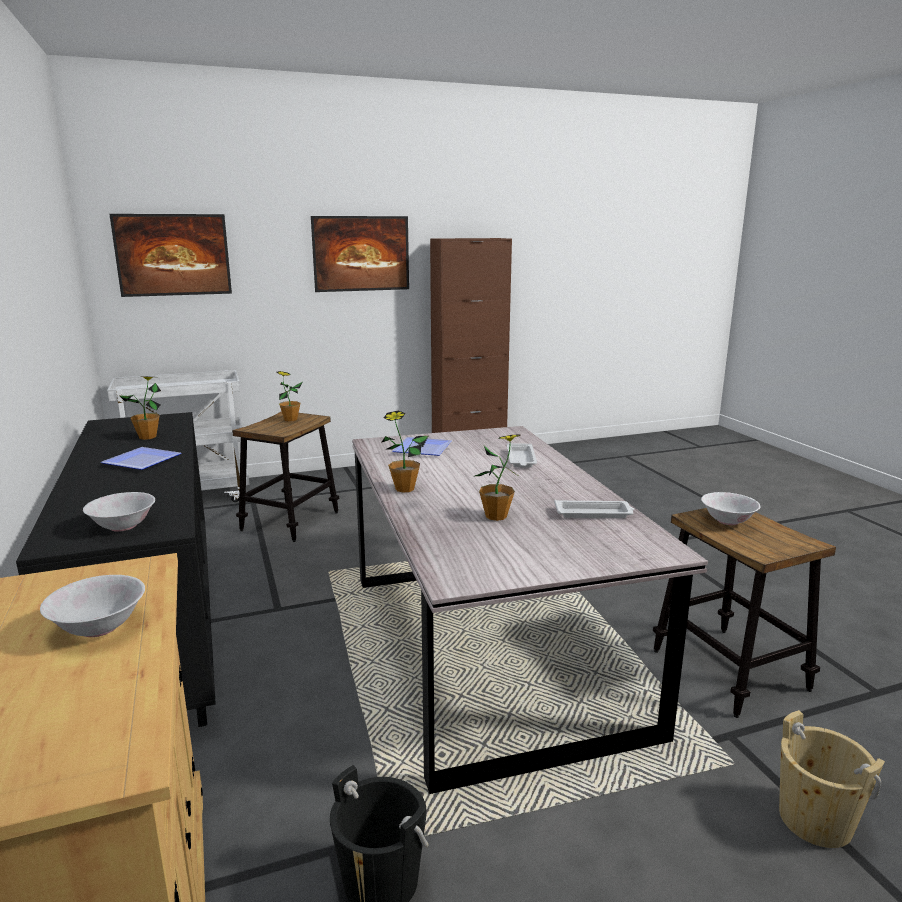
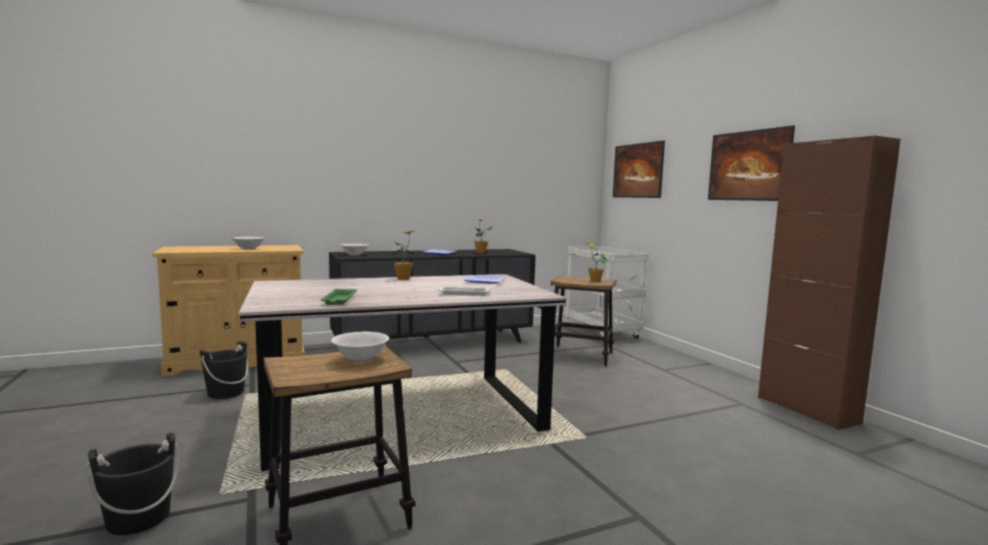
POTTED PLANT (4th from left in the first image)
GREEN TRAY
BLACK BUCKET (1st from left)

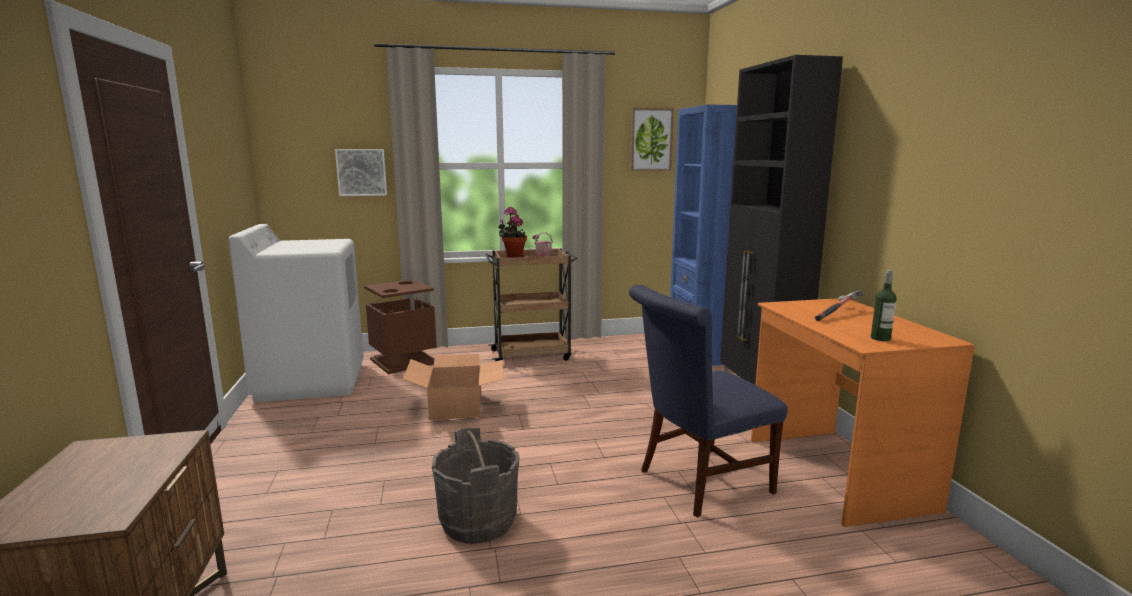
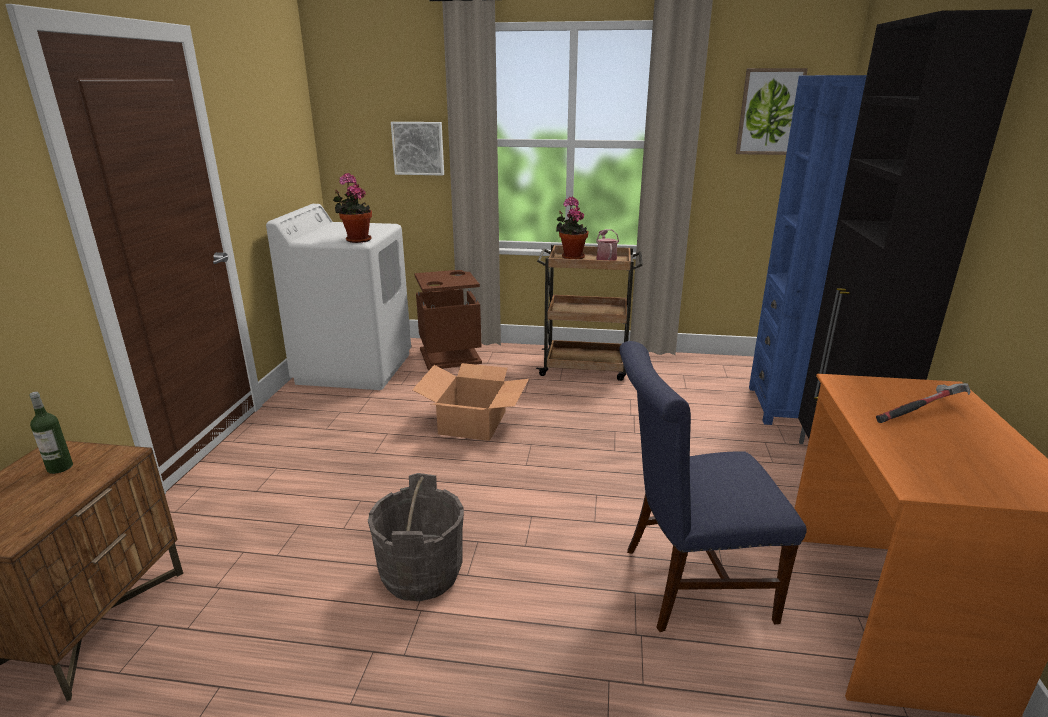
BOTTLE
POTTED PLANT (1st from left)

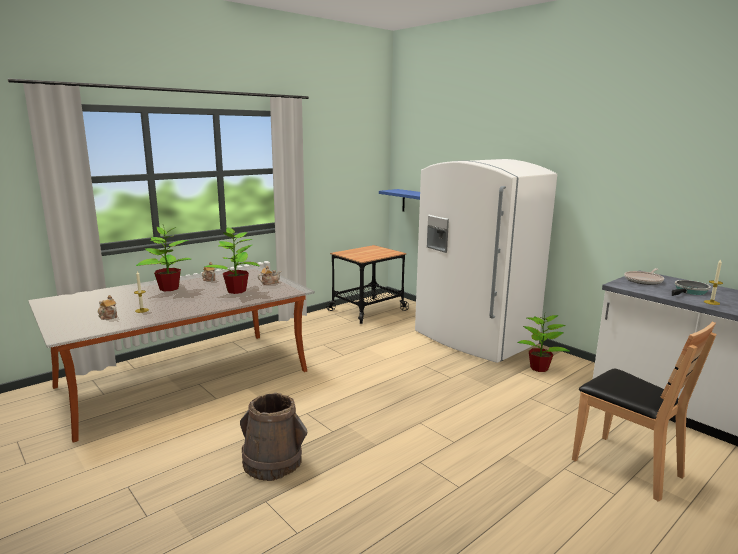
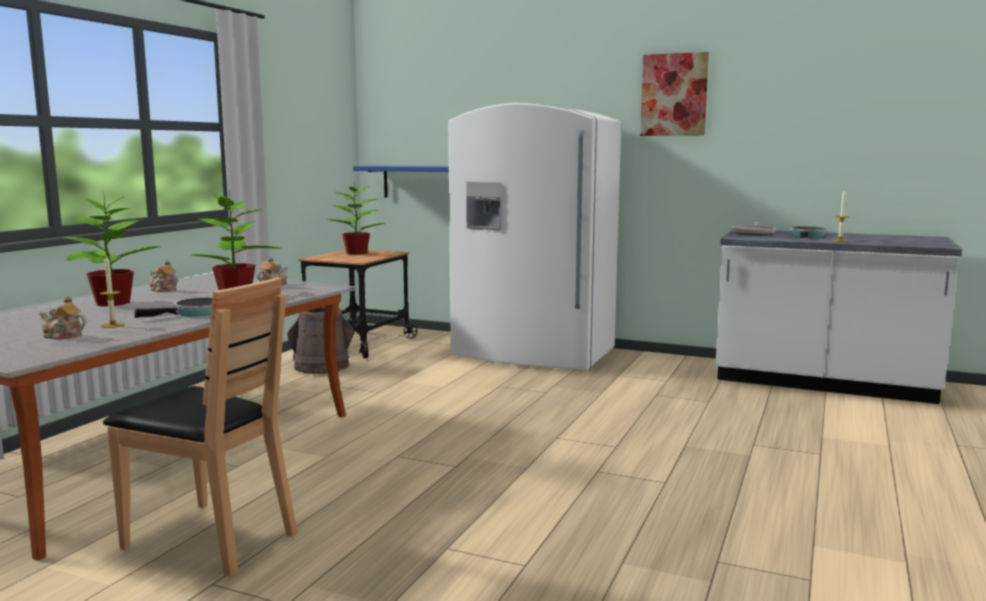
BROWN BUCKET
POTTED PLANT (3rd from left)
BROWN CHAIR
FRYING PAN (1st from left)
PICTURE

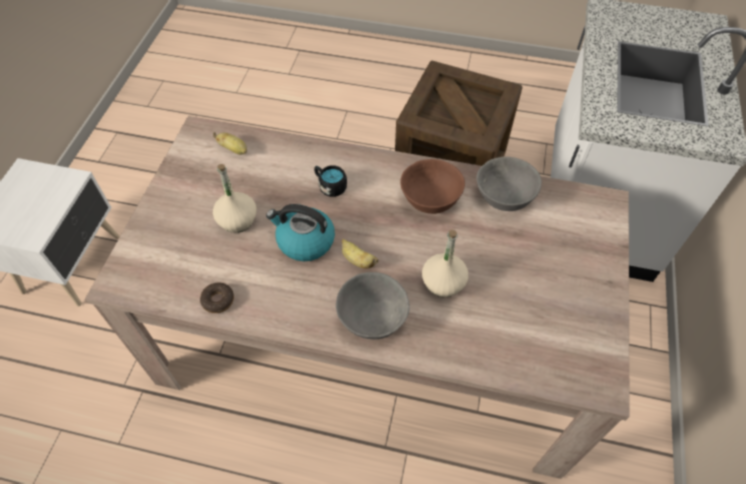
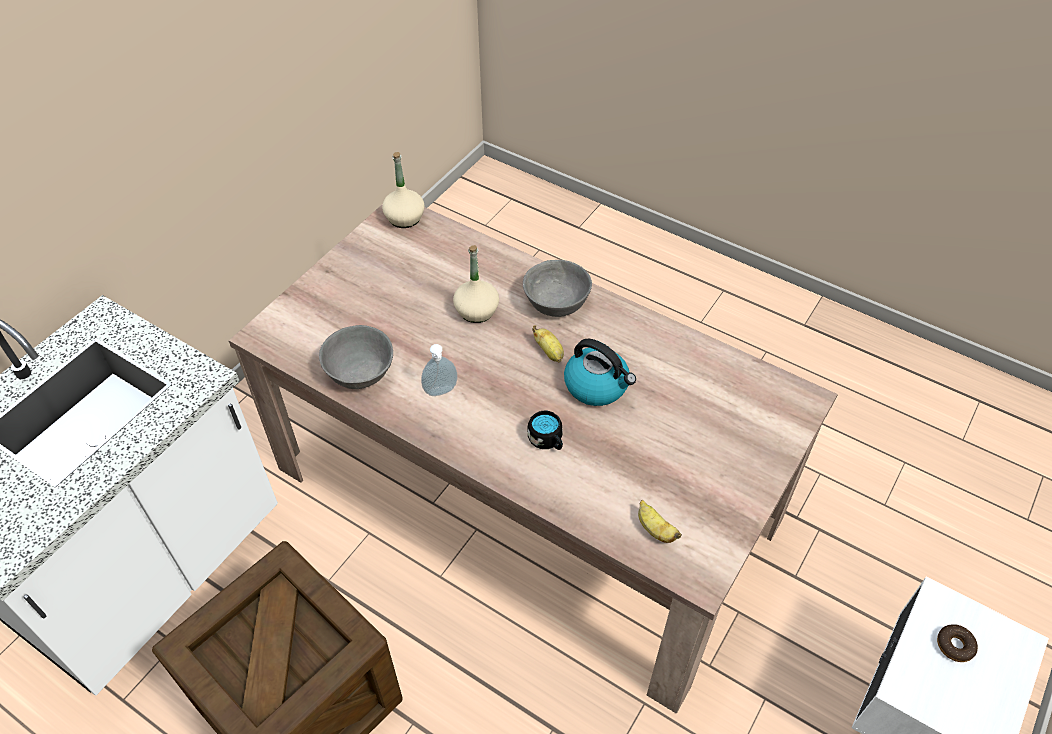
DONUT
BEIGE BOTTLE (1st from left)
SOAP DISPENSER

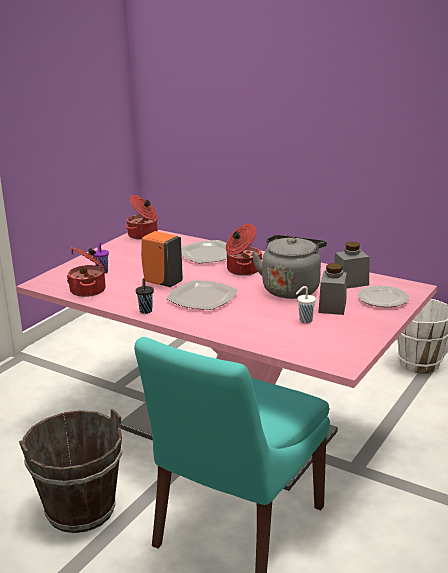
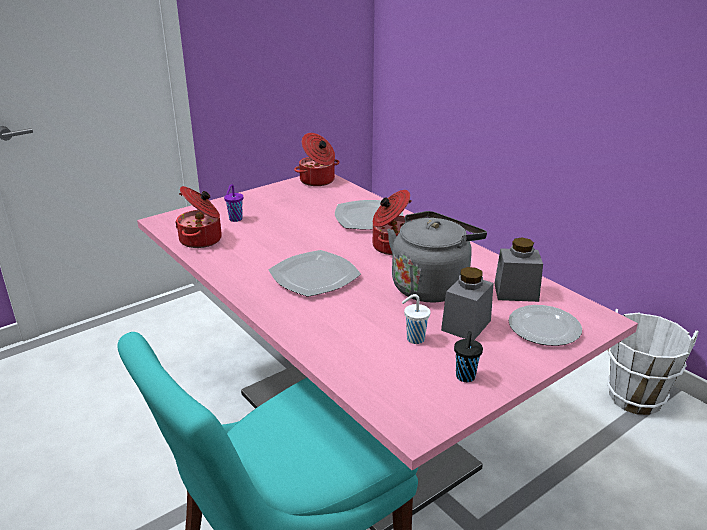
BROWN BUCKET
BLACK CUP
ORANGE SOAP DISPENSER

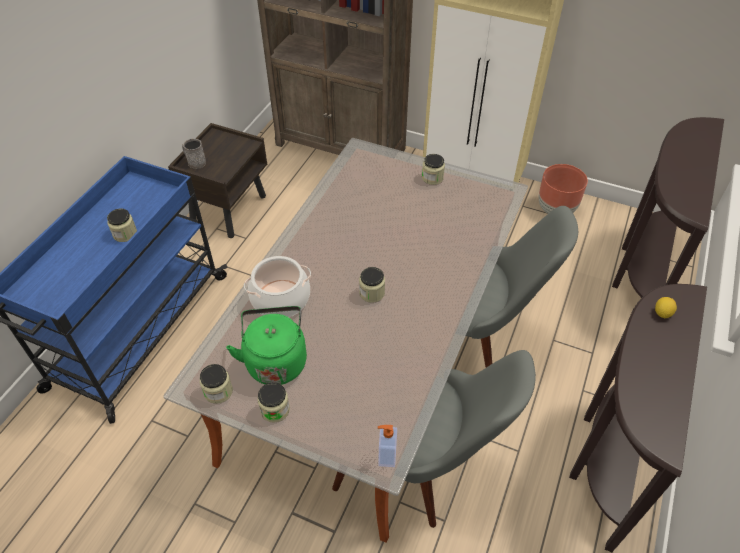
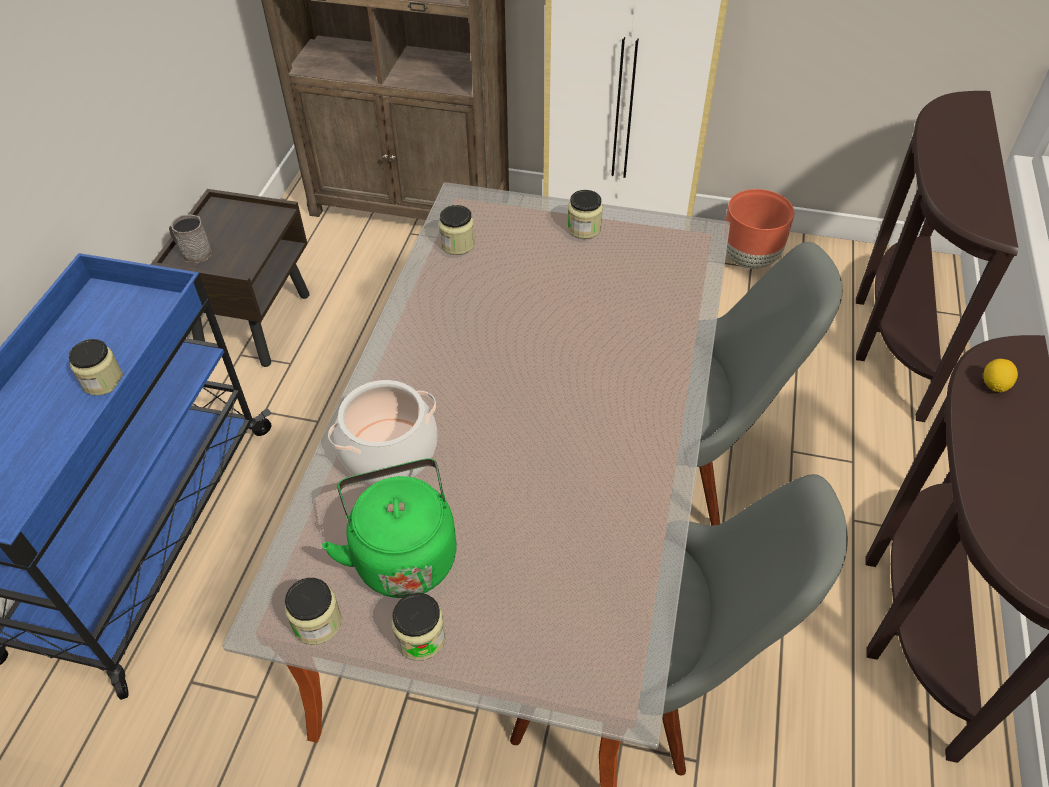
JAR (4th from left)
SOAP DISPENSER

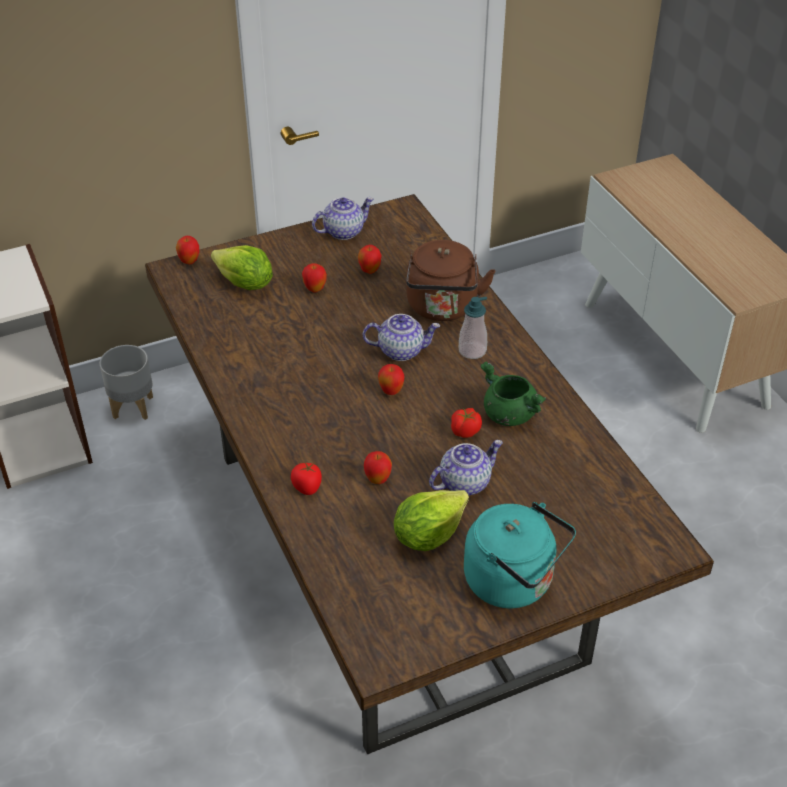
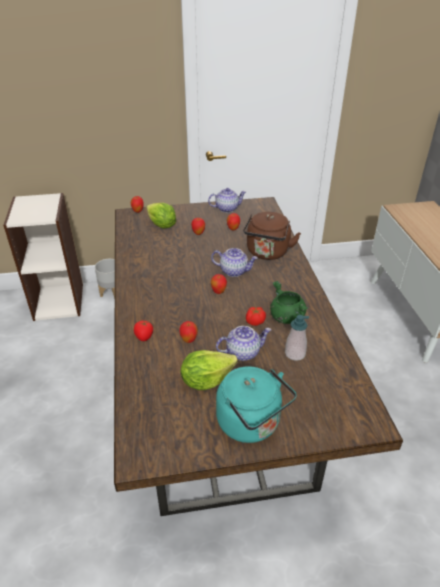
SOAP DISPENSER

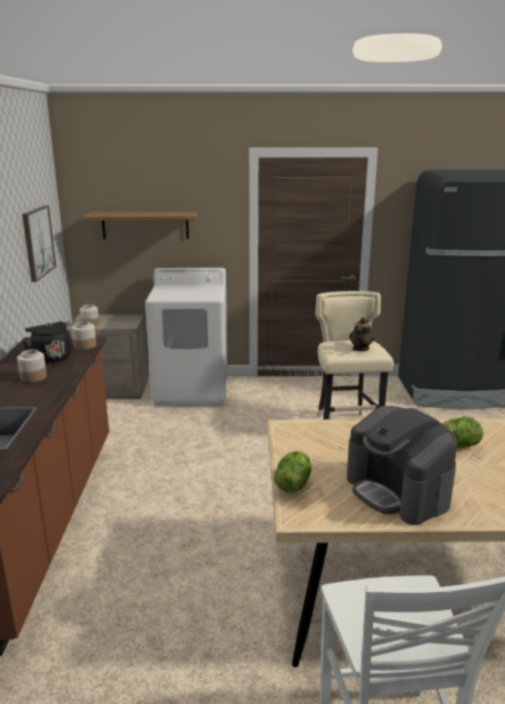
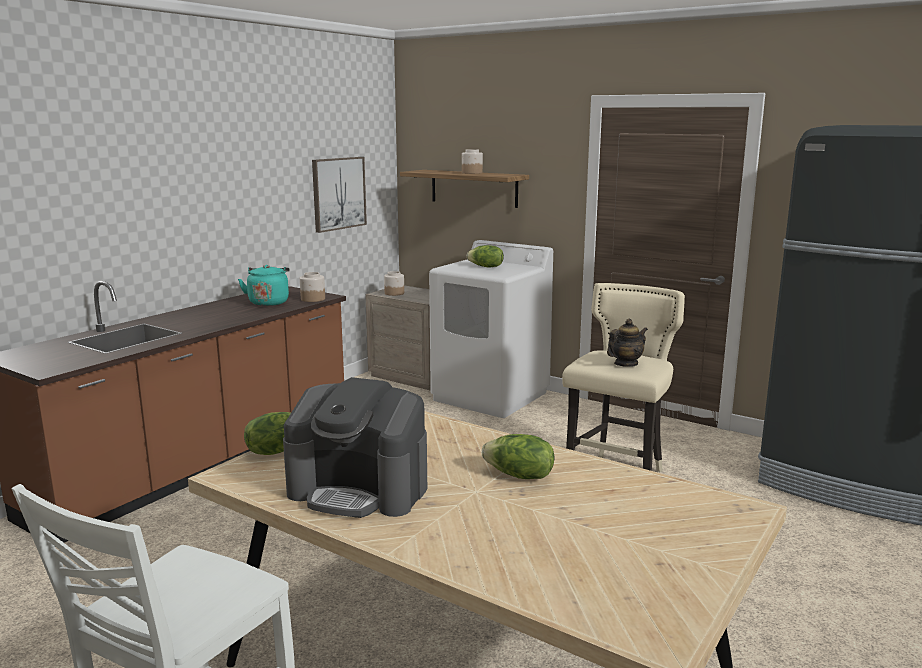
JAR (3rd from left)
TURQUOISE KETTLE
COFFEE MACHINE
LETTUCE (2nd from left)

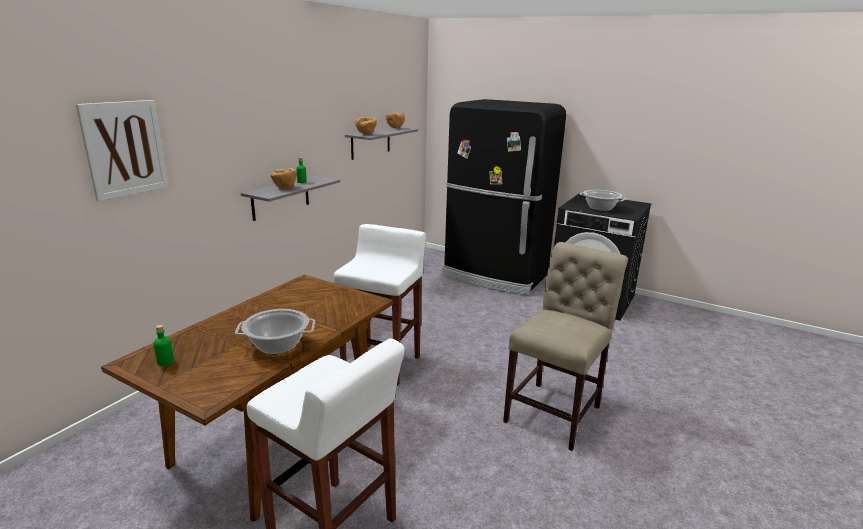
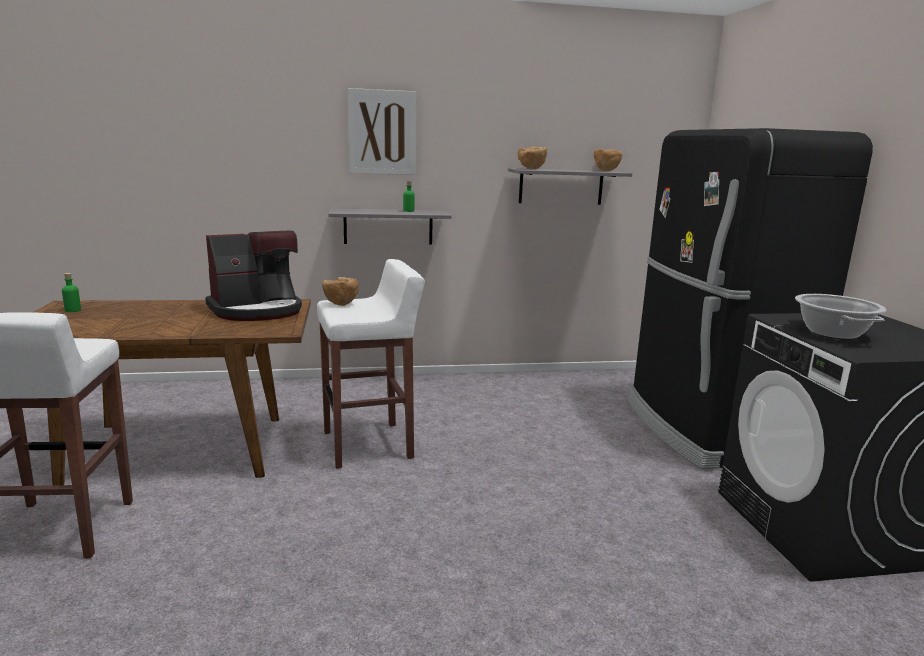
PICTURE
COOKING POT (1st from left in the first image)
BROWN BOWL (1st from left)
BEIGE CHAIR
COFFEE MACHINE

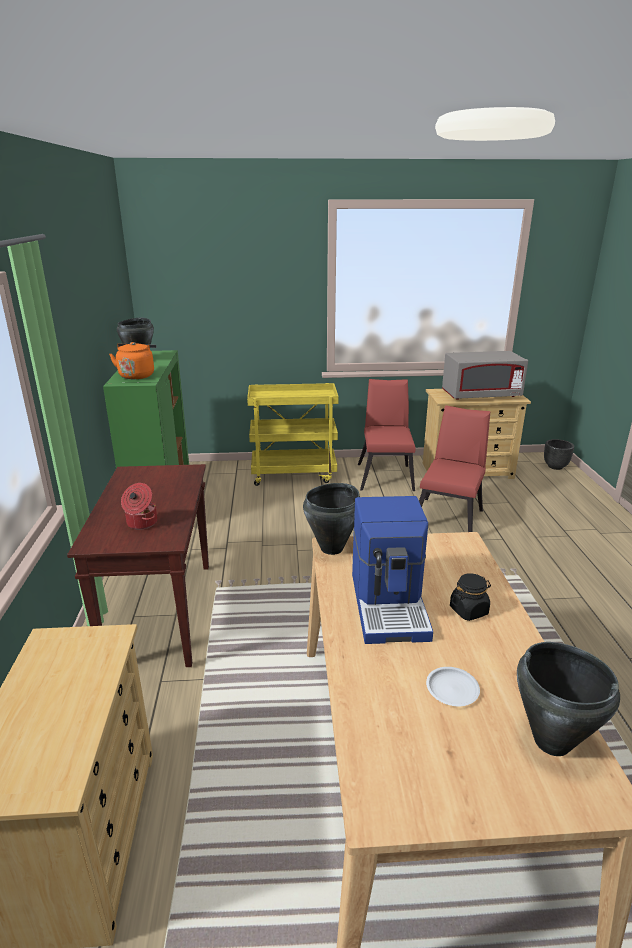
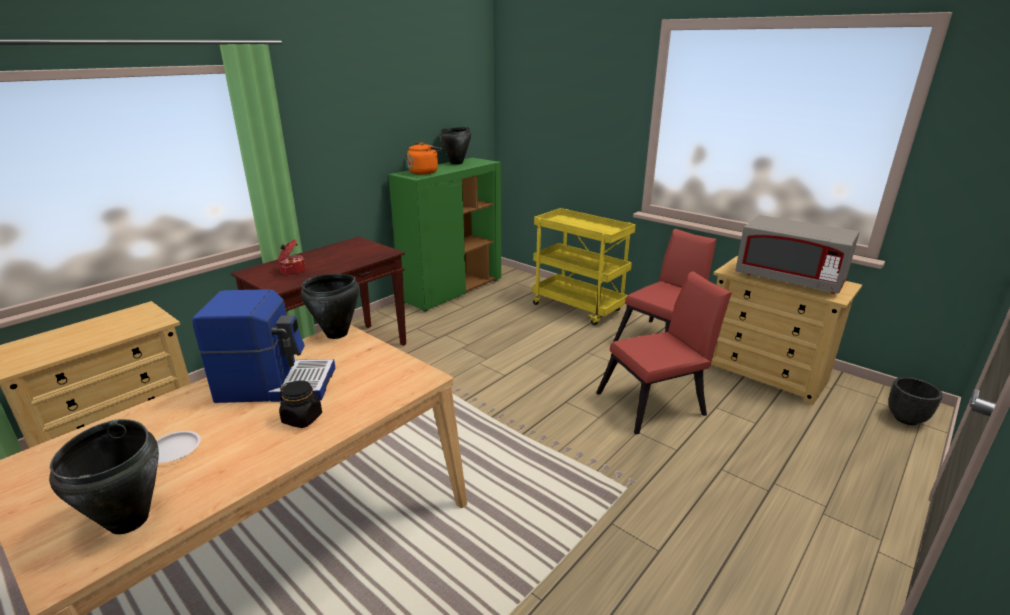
COFFEE MACHINE

